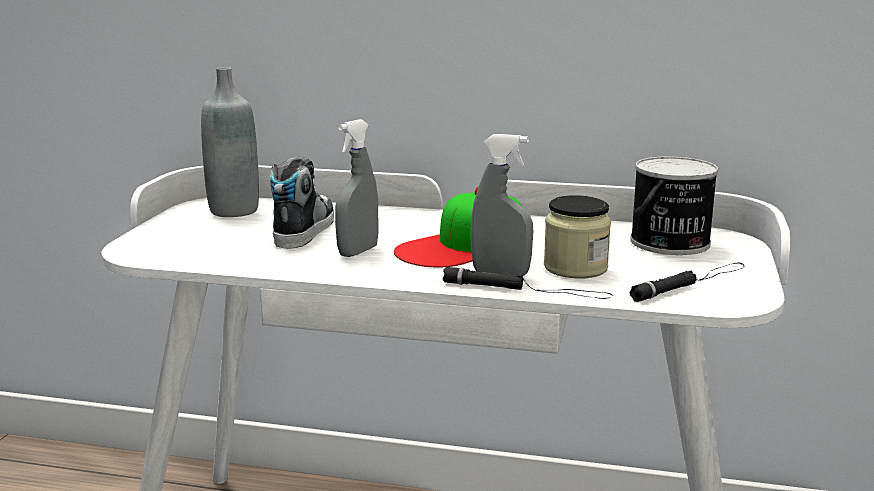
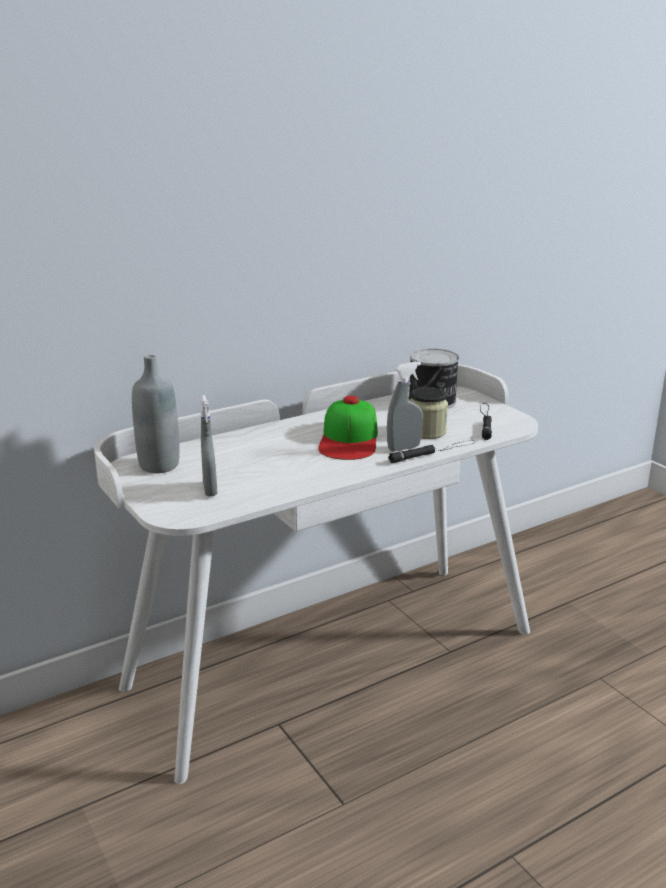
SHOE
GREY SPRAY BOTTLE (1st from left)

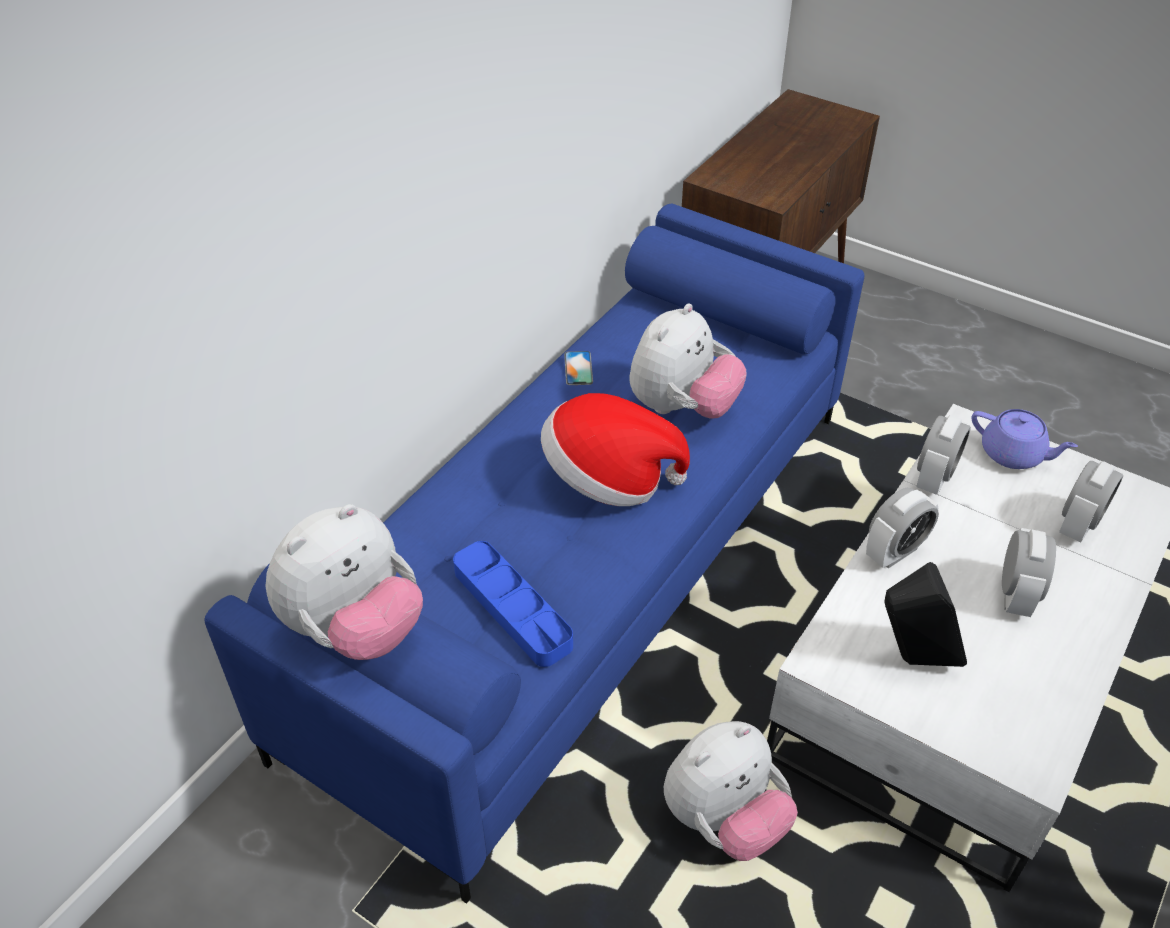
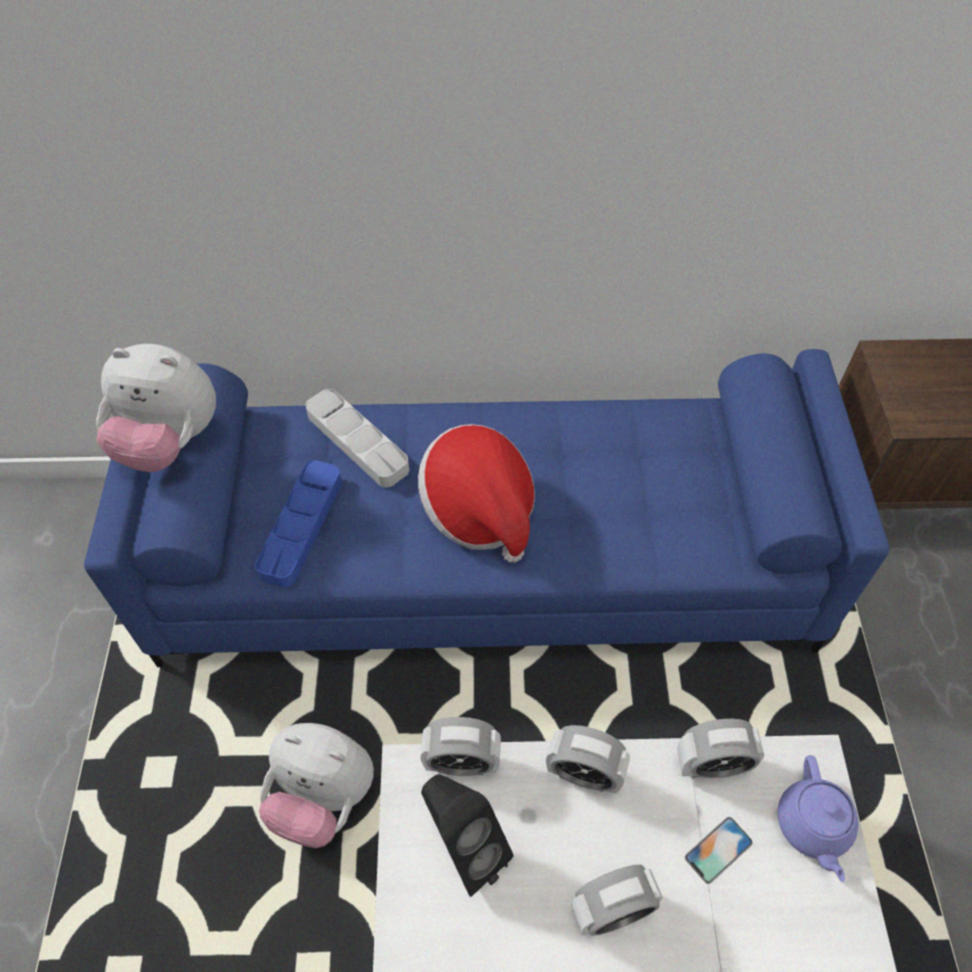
PHONE
PLUSH TOY (2nd from left in the first image)
ALARM CLOCK (1st from left)
GREY TRAY

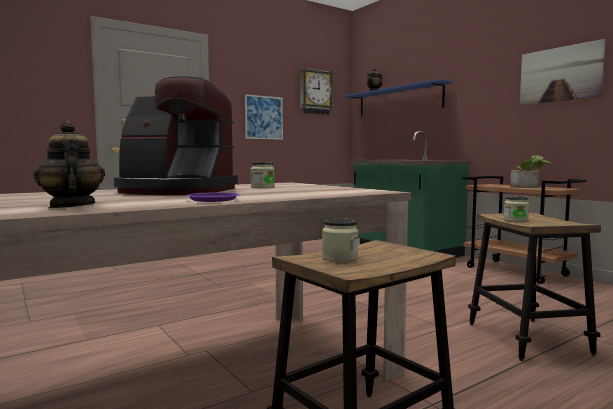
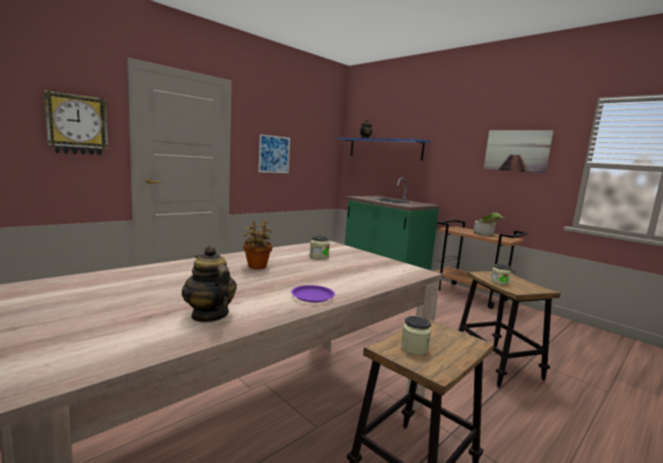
POTTED PLANT (1st from left)
WALL CLOCK

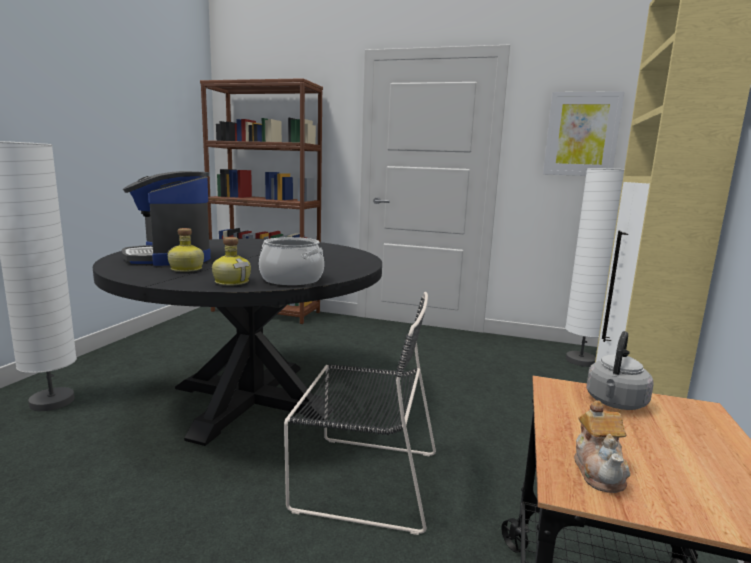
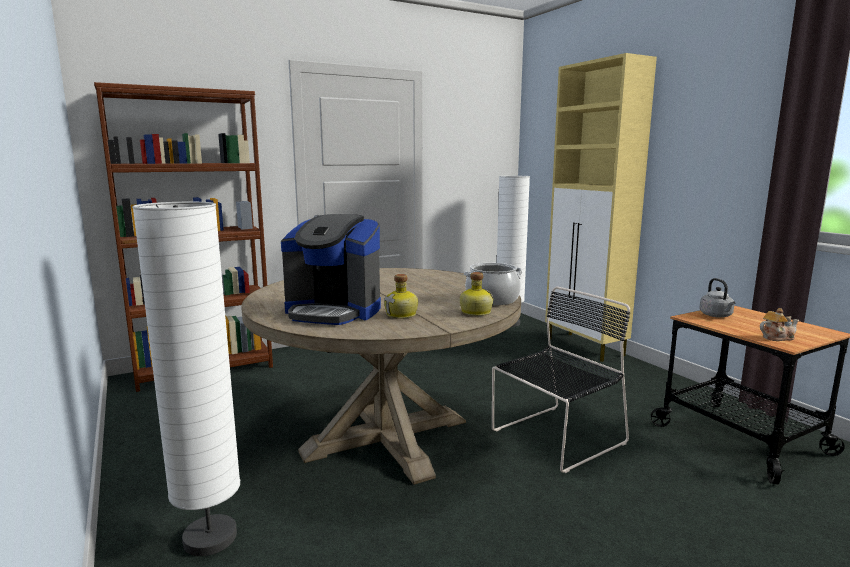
BEIGE DINING TABLE
PICTURE
TEAPOT

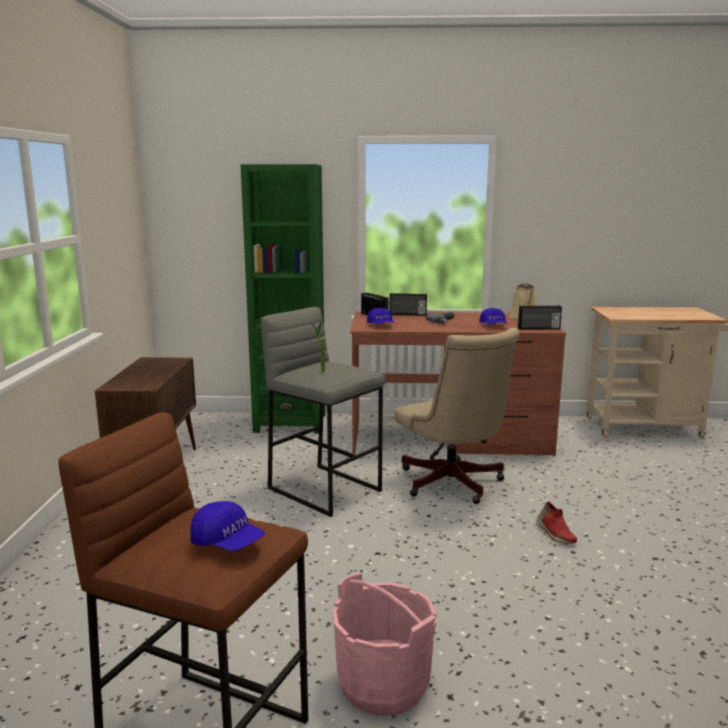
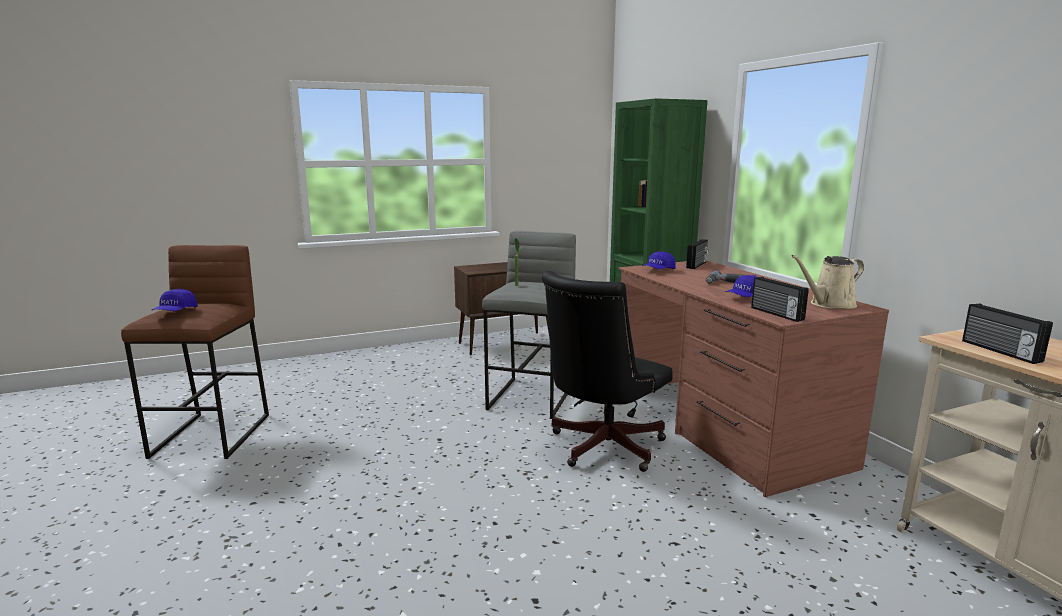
PINK BUCKET
RADIO (3rd from left)
BLACK OFFICE CHAIR
RED SHOE

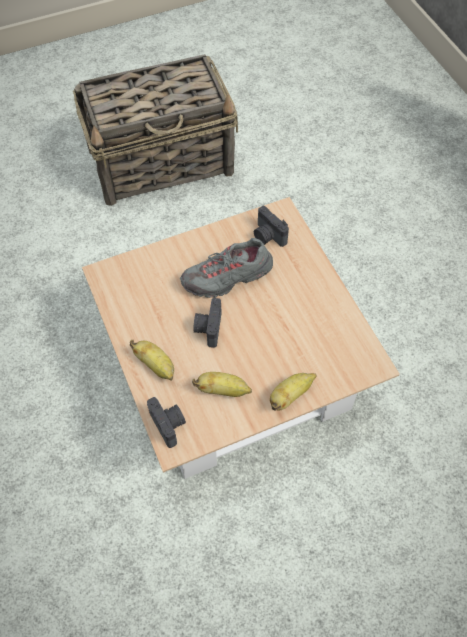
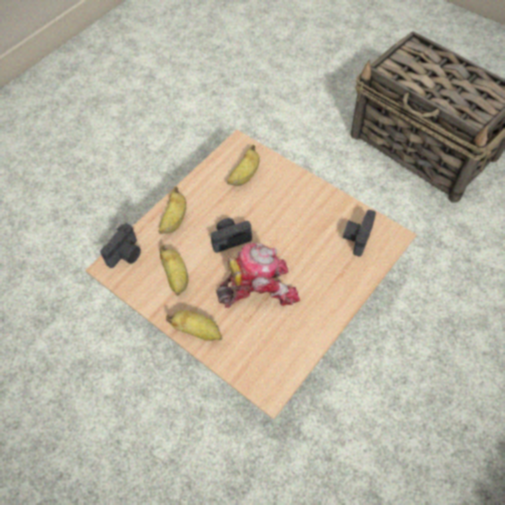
GREY SHOE
TOY ROBOT
BANANA (4th from left)

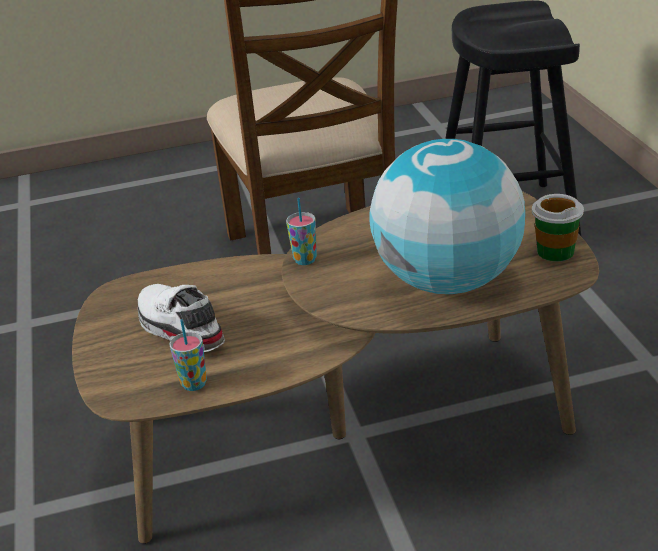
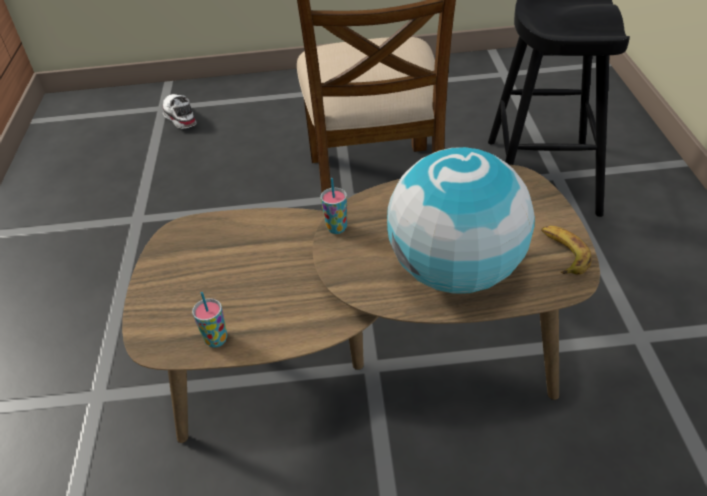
WHITE SHOE
BANANA

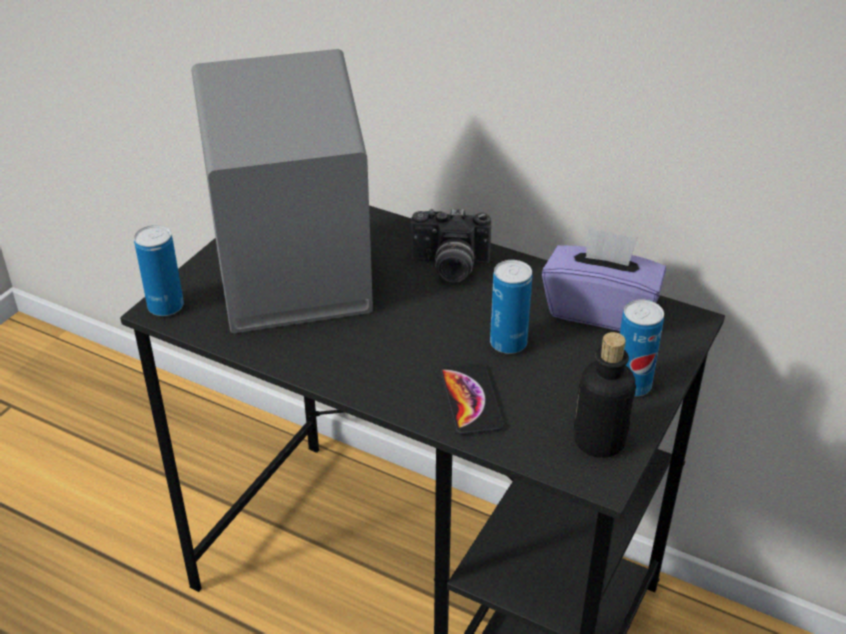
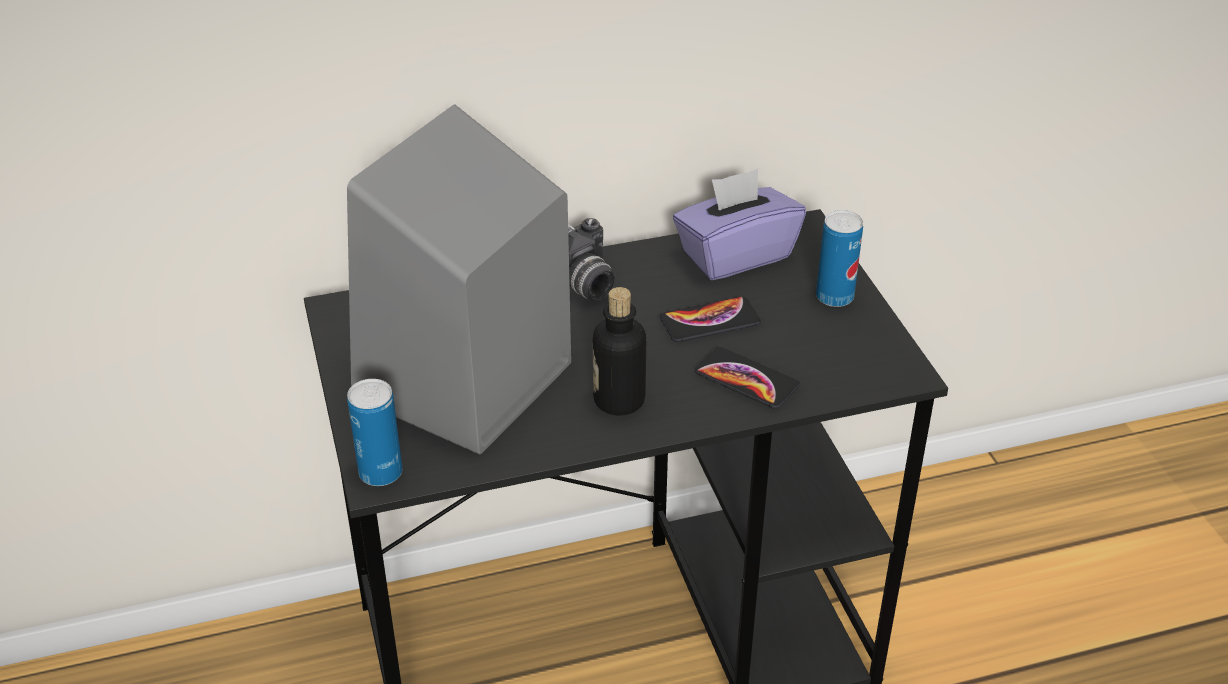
PHONE (1st from left)
BOTTLE

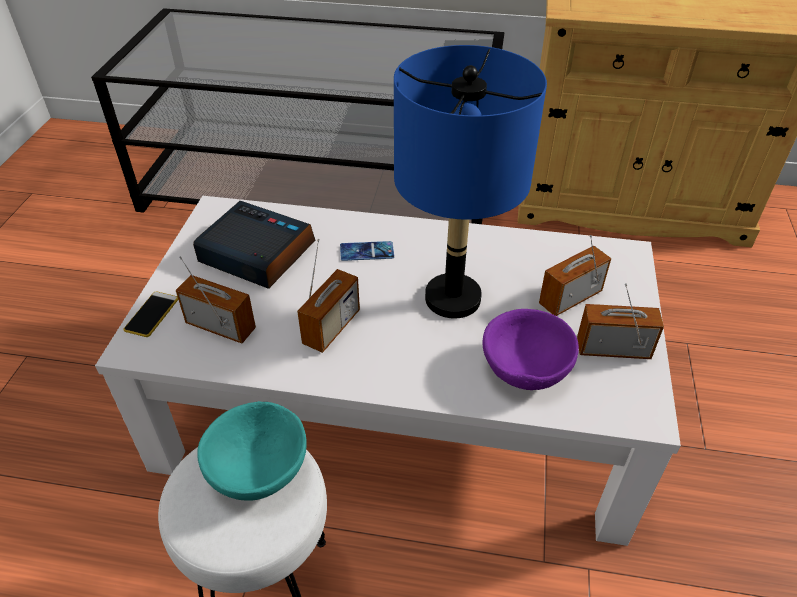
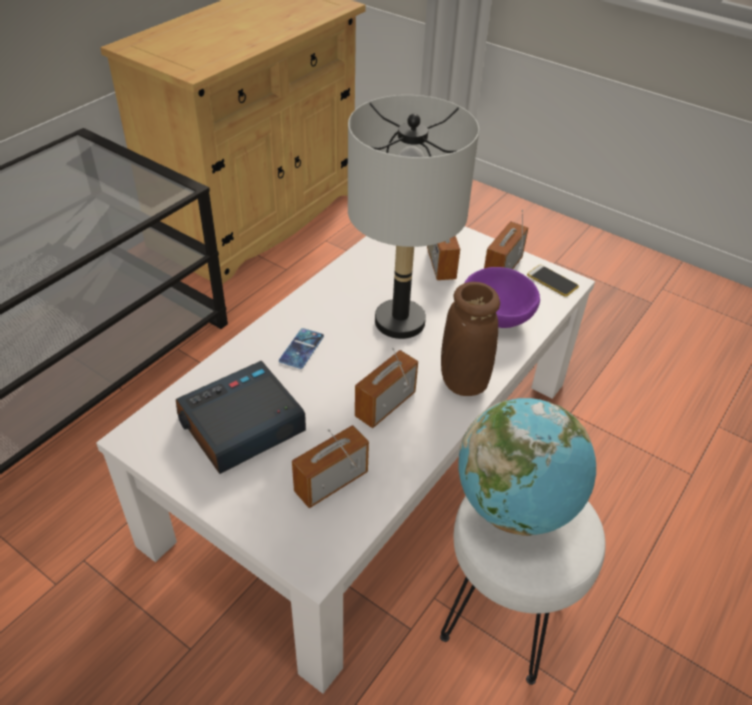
PHONE (2nd from left)
GLOBE
RADIO (2nd from left)
GREY TABLE LAMP
BROWN VASE

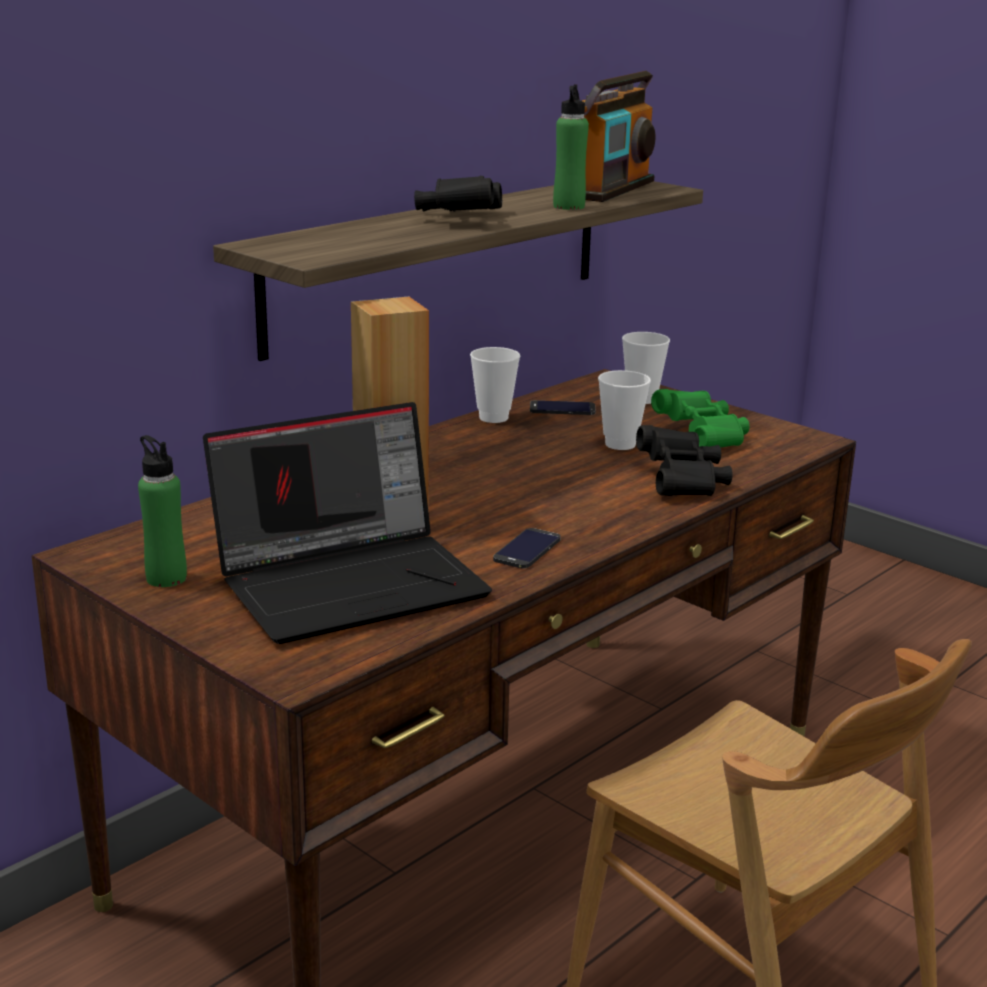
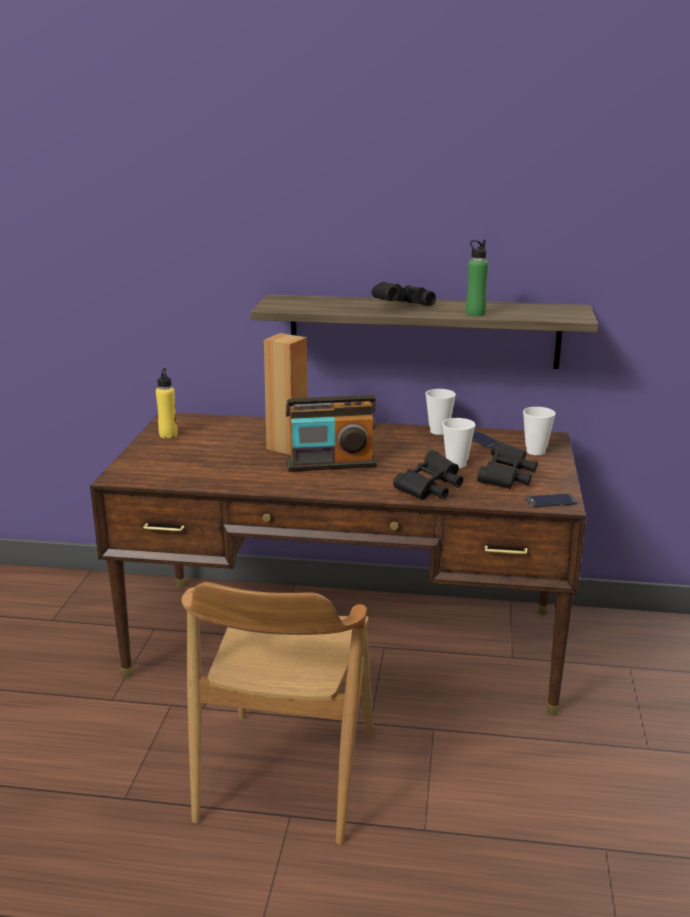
YELLOW BOTTLE
LAPTOP
PHONE (2nd from left)
RADIO
BLACK BINOCULARS (3rd from left)

